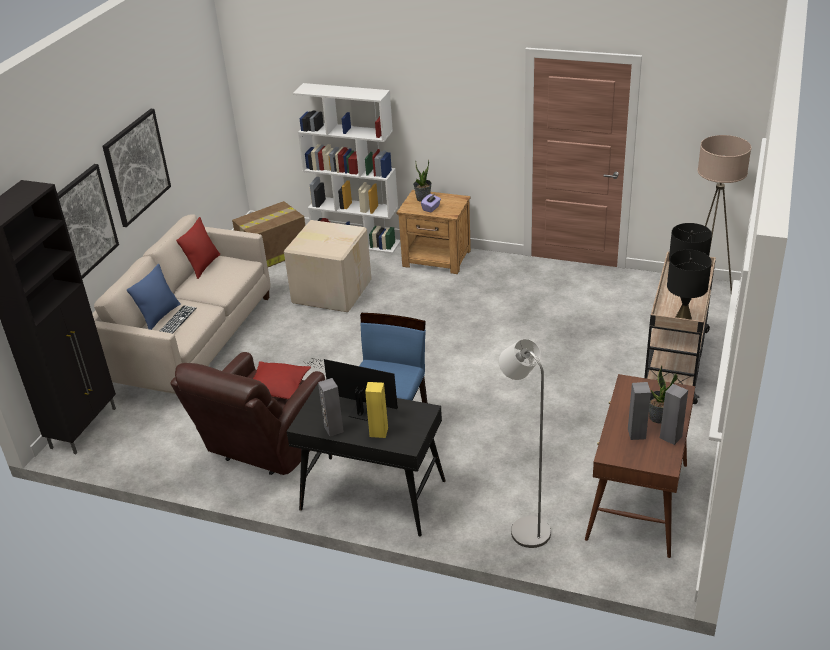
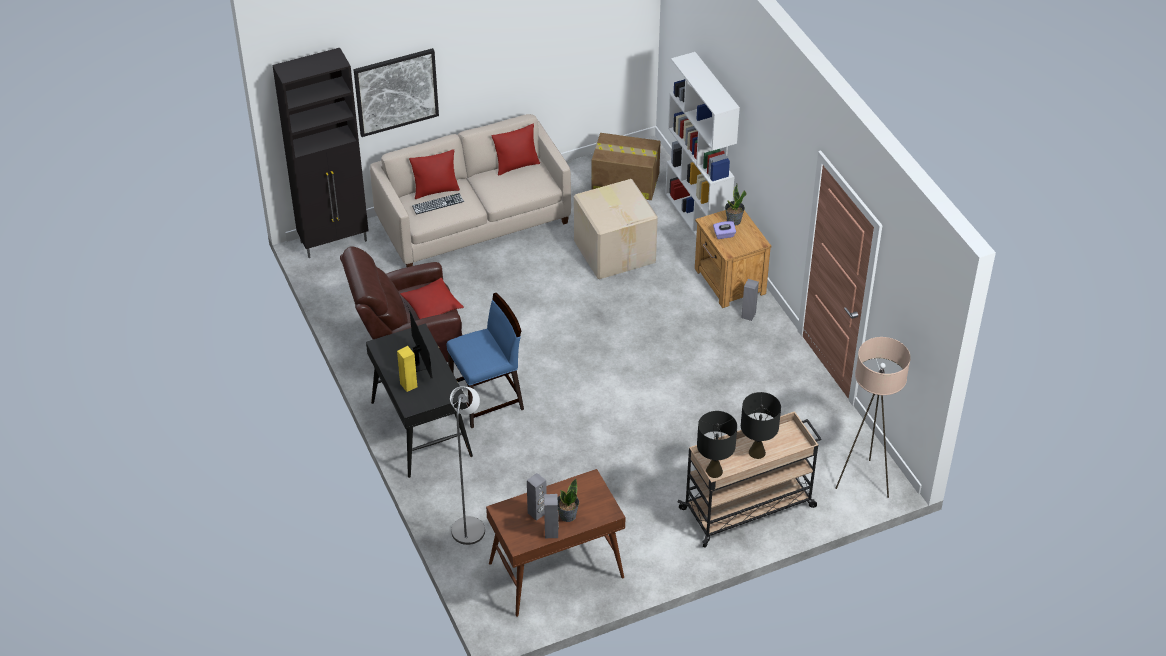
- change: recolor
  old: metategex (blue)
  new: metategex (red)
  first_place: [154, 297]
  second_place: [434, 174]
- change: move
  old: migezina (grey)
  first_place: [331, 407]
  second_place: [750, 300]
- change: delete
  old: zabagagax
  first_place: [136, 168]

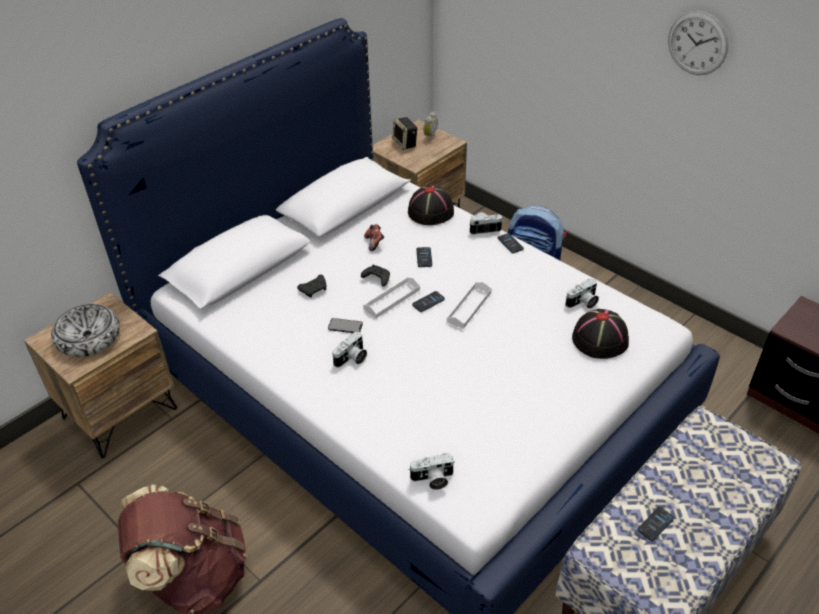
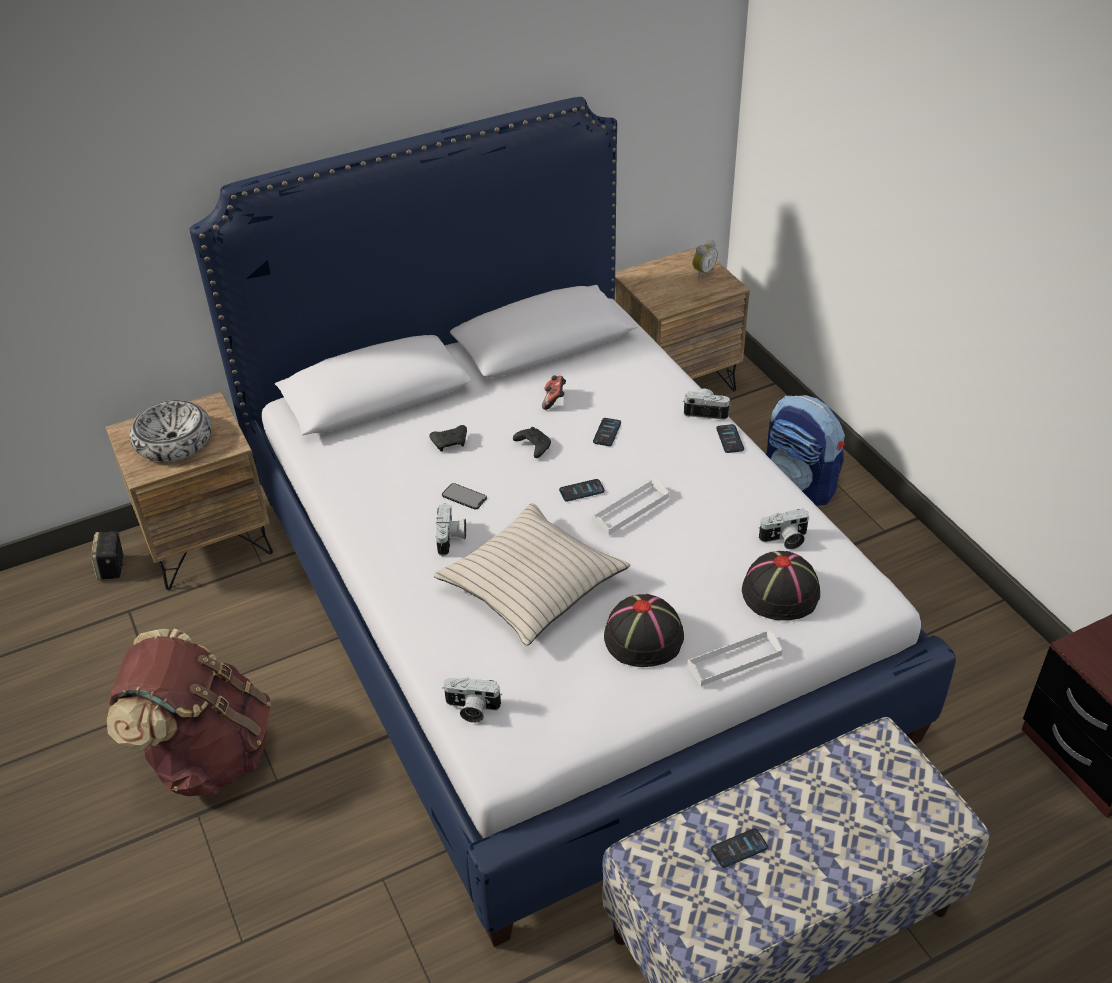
- change: move
  old: migezina
  first_place: [405, 133]
  second_place: [109, 555]
- change: insert
  new: metategex (beige)
  second_place: [531, 574]
- change: rotate
  old: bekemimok
  first_place: [349, 349]
  second_place: [451, 529]
  degrees: -60
- change: move
  old: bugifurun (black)
  first_place: [431, 205]
  second_place: [644, 630]
- change: move
  old: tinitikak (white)
  first_place: [391, 297]
  second_place: [735, 658]
- change: delete
  old: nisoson
  first_place: [698, 43]

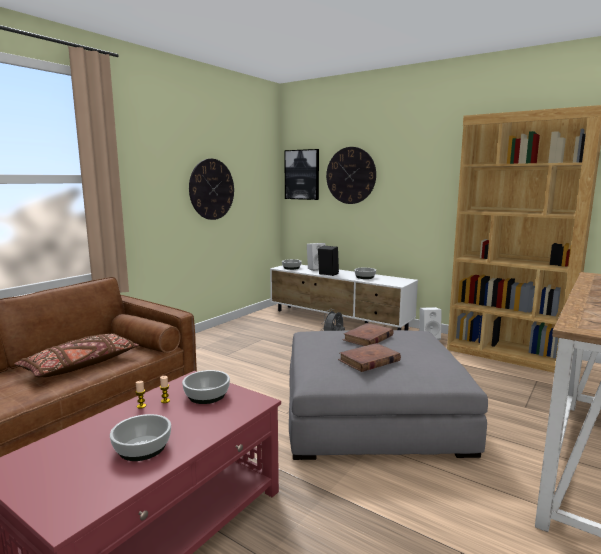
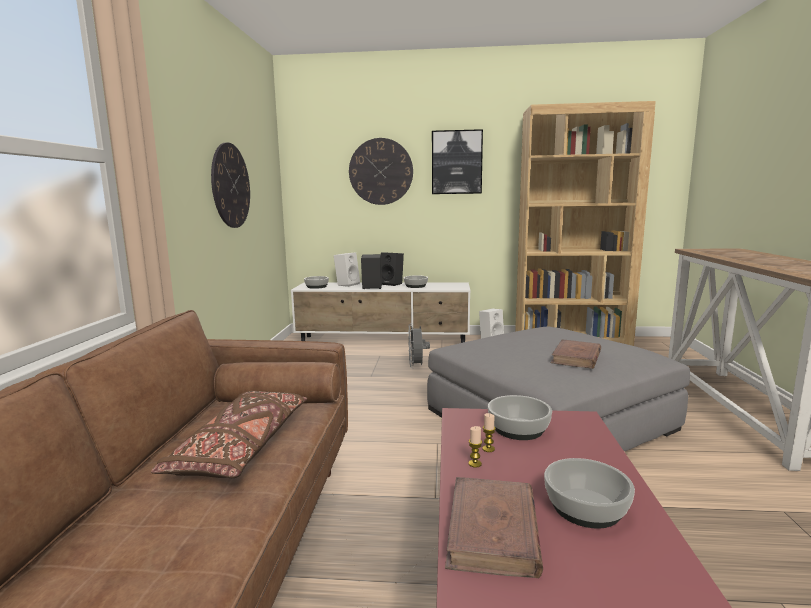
- change: insert
  new: migezina (black)
  second_place: [392, 269]
- change: move
  old: zabagagax
  first_place: [301, 174]
  second_place: [457, 161]
- change: move
  old: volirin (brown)
  first_place: [368, 334]
  second_place: [494, 527]

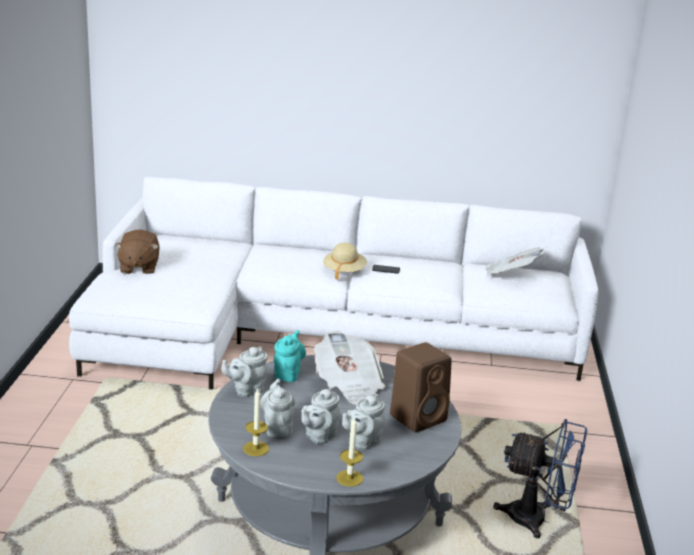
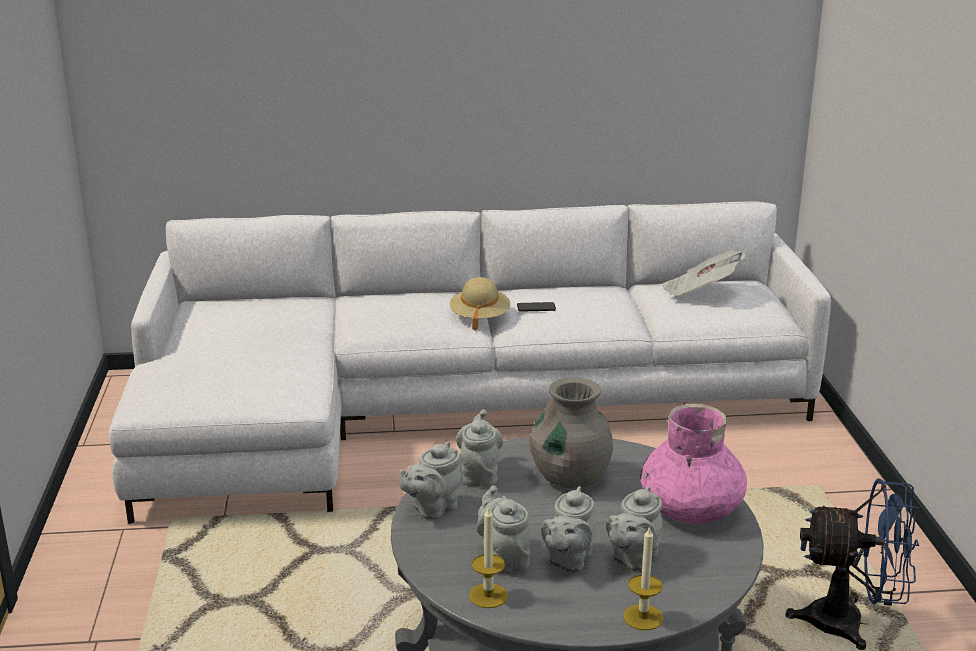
- change: recolor
  old: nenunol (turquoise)
  new: nenunol (grey)
  first_place: [290, 356]
  second_place: [479, 448]
- change: replace
  old: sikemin
  new: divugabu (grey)
  first_place: [349, 368]
  second_place: [571, 432]
- change: replace
  old: migezina (brown)
  new: divugabu (pink)
  first_place: [421, 387]
  second_place: [693, 464]
- change: delete
  old: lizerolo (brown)
  first_place: [137, 251]

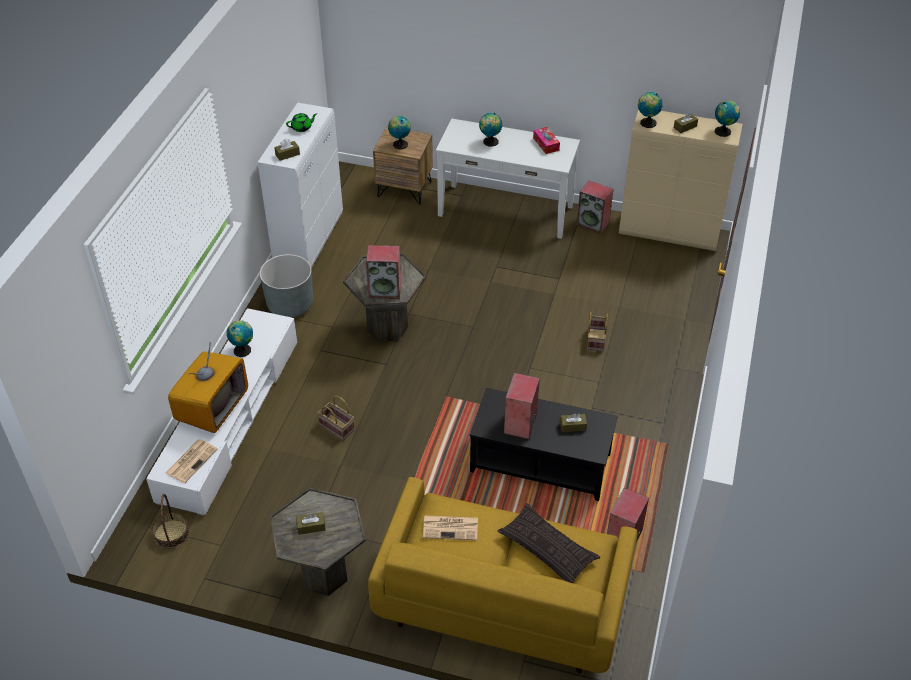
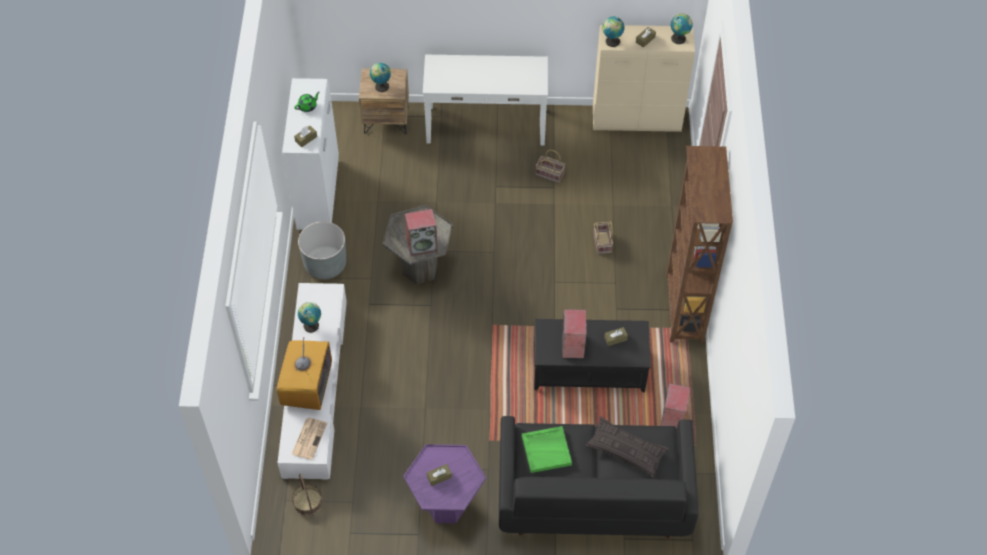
- change: recolor
  old: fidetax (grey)
  new: fidetax (purple)
  first_place: [318, 542]
  second_place: [444, 484]
- change: recolor
  old: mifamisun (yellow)
  new: mifamisun (black)
  first_place: [503, 575]
  second_place: [598, 477]
- change: replace
  old: sikemin
  new: tinitikak (green)
  first_place: [450, 527]
  second_place: [547, 449]
- change: move
  old: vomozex
  first_place: [336, 418]
  second_place: [550, 166]
- change: insert
  new: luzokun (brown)
  second_place: [699, 244]
- change: delete
  old: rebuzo
  first_place: [490, 130]
- change: delete
  old: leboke
  first_place: [546, 140]
- change: delete
  old: migezina
  first_place: [595, 207]

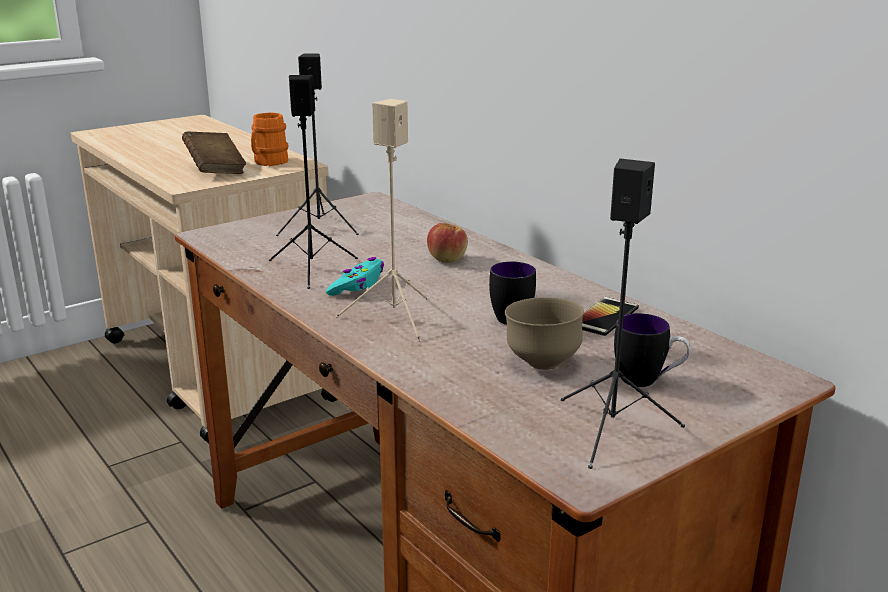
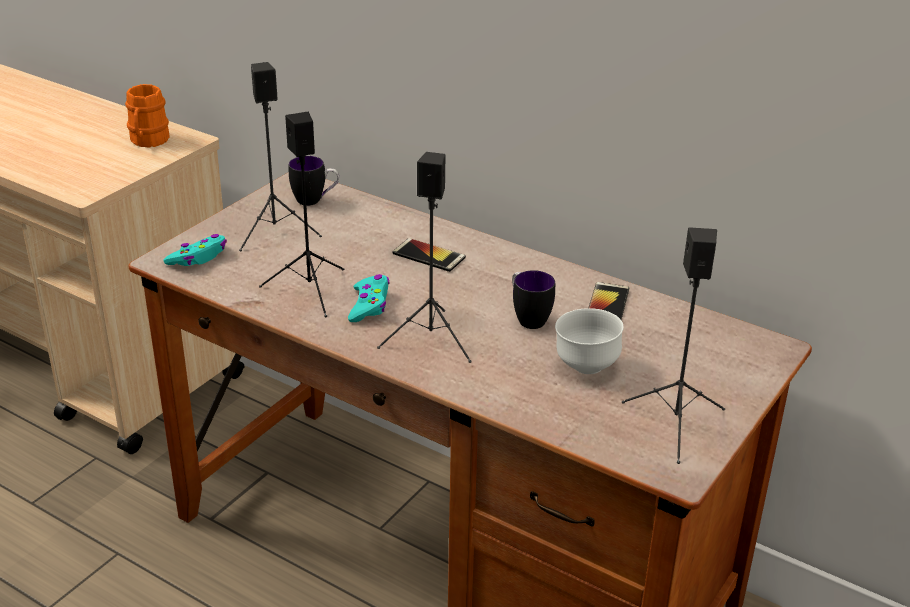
- change: insert
  new: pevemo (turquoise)
  second_place: [195, 250]
- change: move
  old: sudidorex
  first_place: [652, 350]
  second_place: [314, 181]
- change: recolor
  old: migezina (beige)
  new: migezina (black)
  first_place: [381, 220]
  second_place: [424, 257]
- change: replace
  old: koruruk
  new: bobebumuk
  first_place: [447, 243]
  second_place: [429, 255]
- change: recolor
  old: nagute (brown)
  new: nagute (white)
  first_place: [544, 333]
  second_place: [589, 341]
- change: delete
  old: volirin (brown)
  first_place: [214, 152]

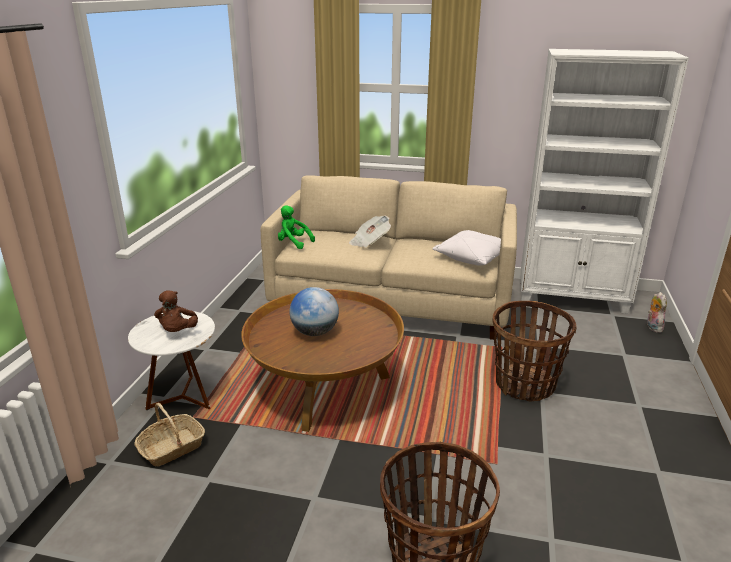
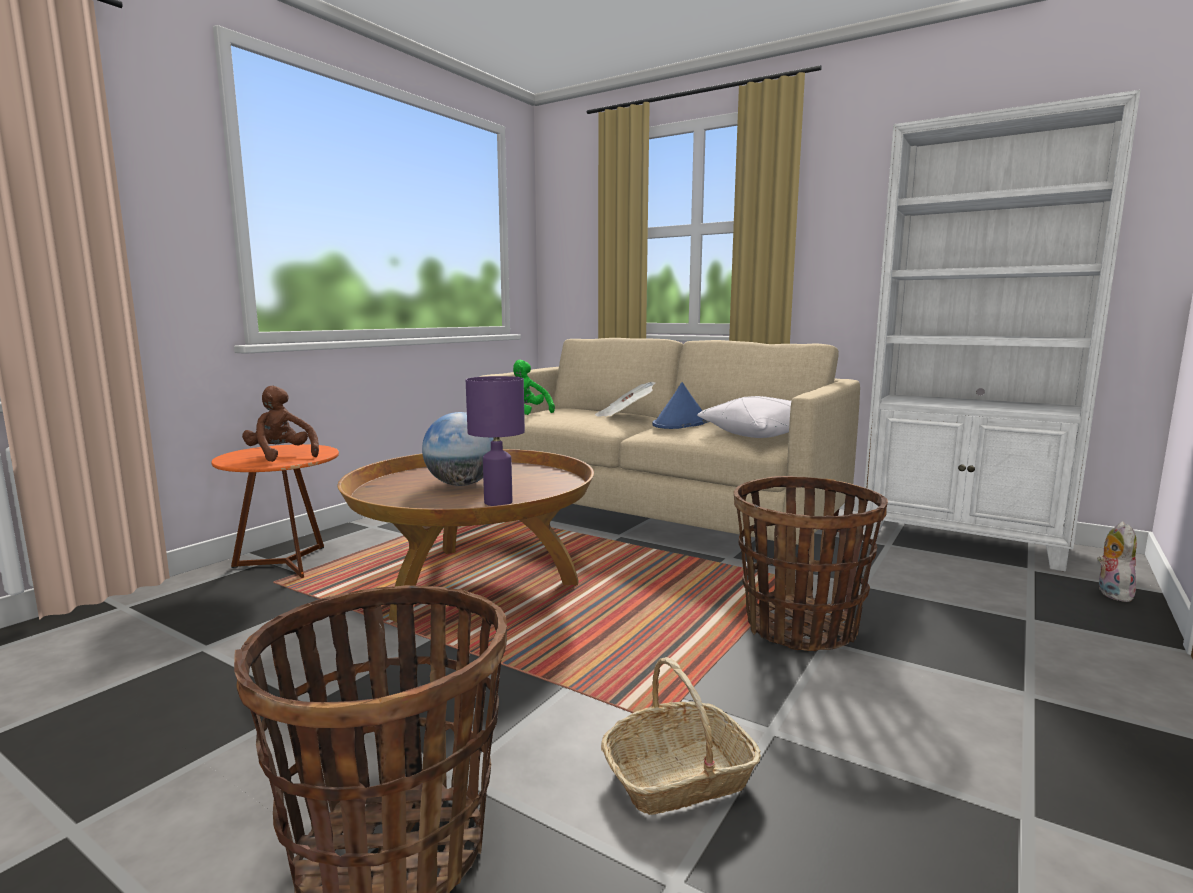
- change: recolor
  old: fidetax (white)
  new: fidetax (orange)
  first_place: [171, 360]
  second_place: [275, 511]
- change: rotate
  old: lizerolo (brown)
  first_place: [176, 311]
  second_place: [280, 424]
  degrees: 120
- change: insert
  new: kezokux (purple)
  second_place: [495, 441]
- change: move
  old: vomozex
  first_place: [170, 434]
  second_place: [681, 736]
- change: insert
  new: bugifurun (blue)
  second_place: [680, 405]

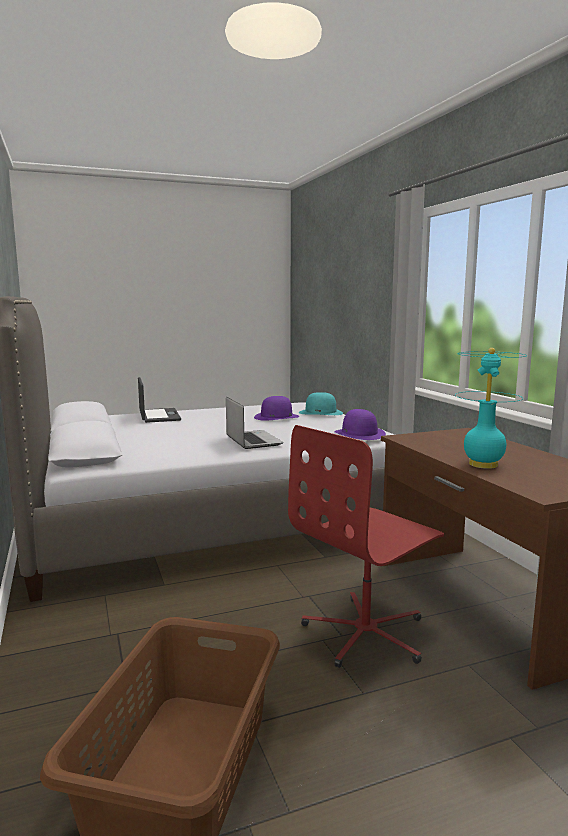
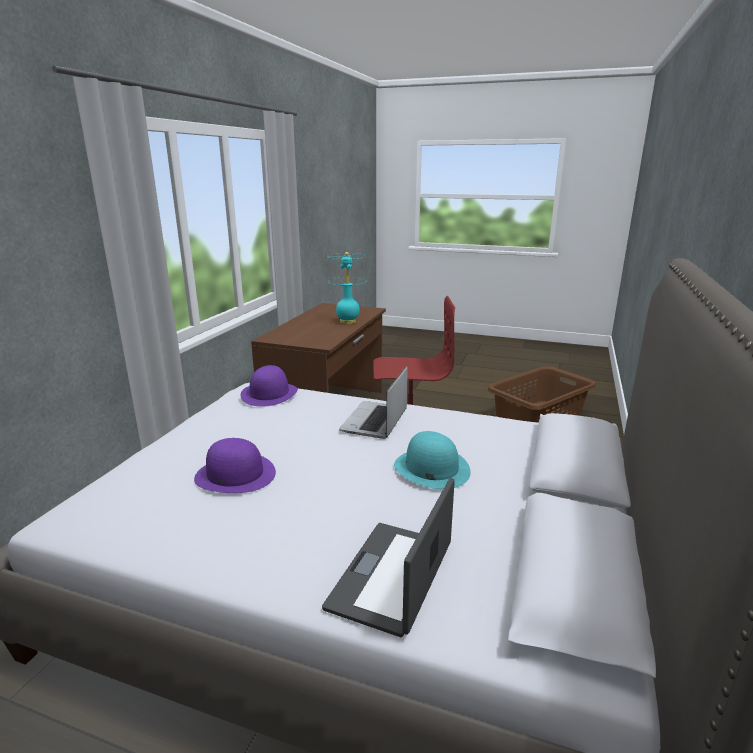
- change: move
  old: bugifurun (turquoise)
  first_place: [321, 403]
  second_place: [432, 460]

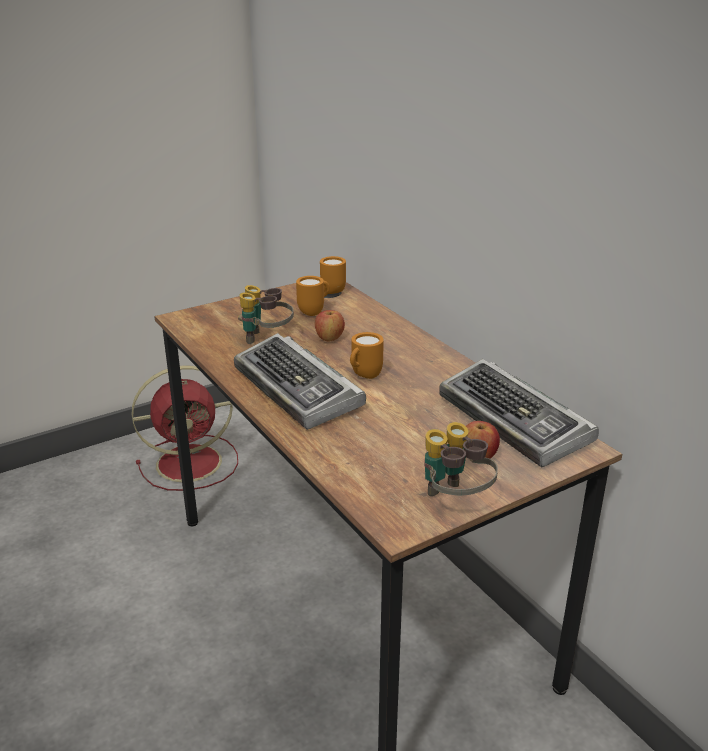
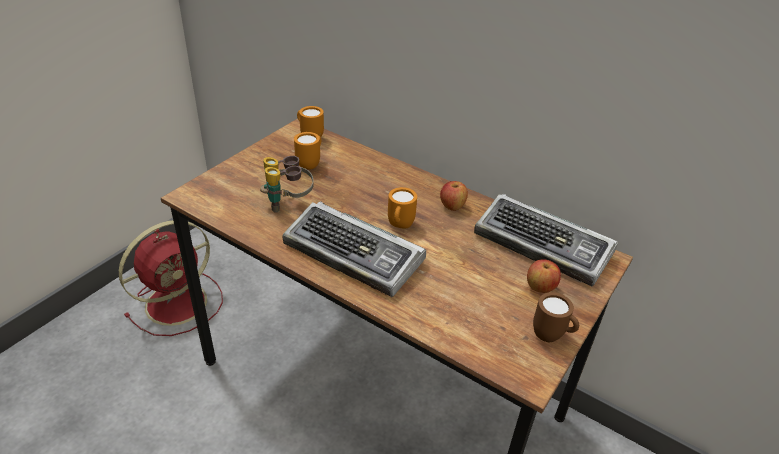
- change: move
  old: koruruk
  first_place: [330, 326]
  second_place: [454, 196]
- change: replace
  old: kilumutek
  new: sudidorex (brown)
  first_place: [461, 459]
  second_place: [556, 317]

